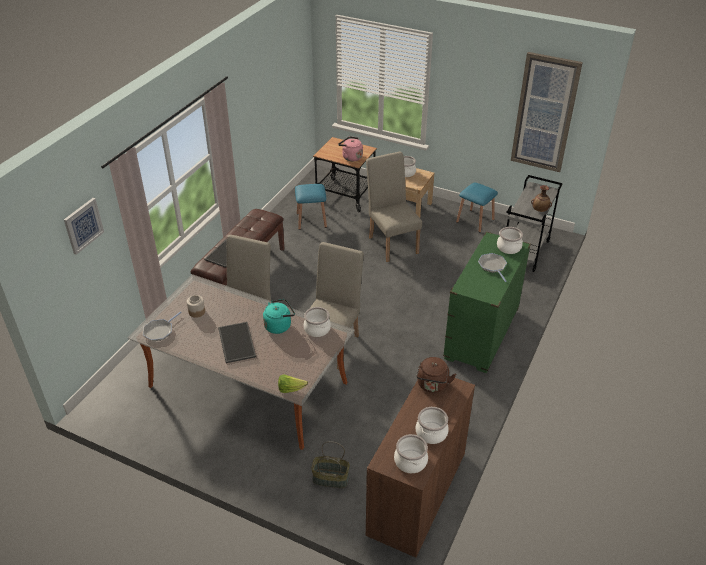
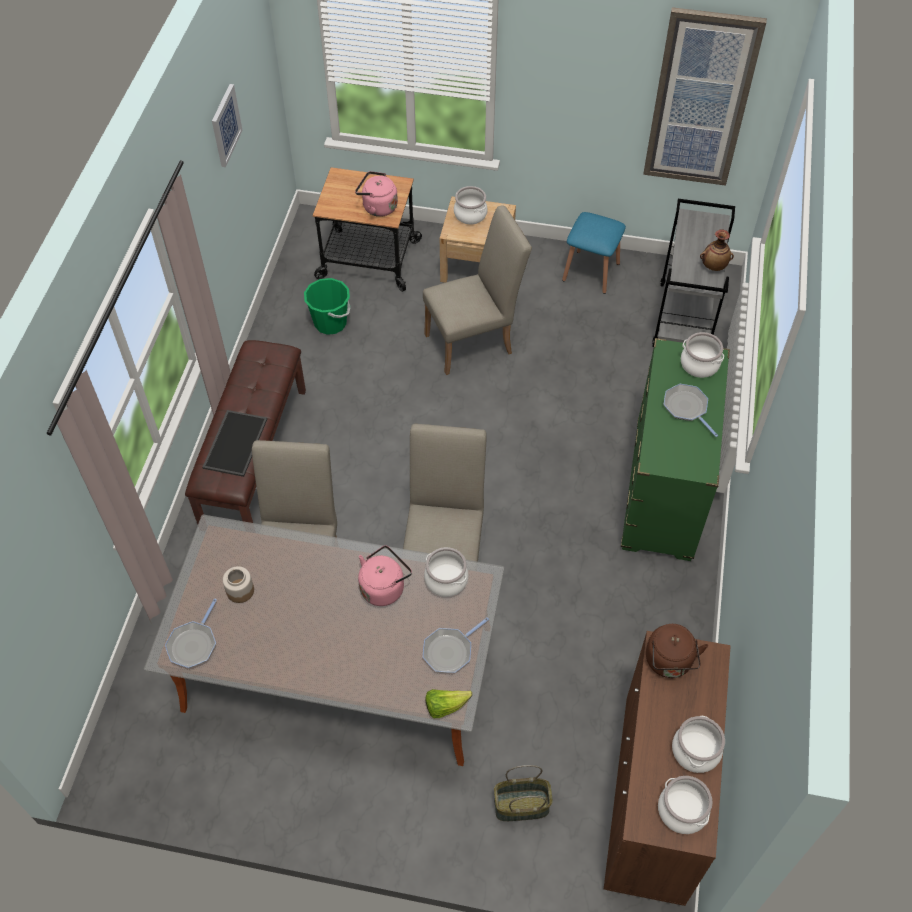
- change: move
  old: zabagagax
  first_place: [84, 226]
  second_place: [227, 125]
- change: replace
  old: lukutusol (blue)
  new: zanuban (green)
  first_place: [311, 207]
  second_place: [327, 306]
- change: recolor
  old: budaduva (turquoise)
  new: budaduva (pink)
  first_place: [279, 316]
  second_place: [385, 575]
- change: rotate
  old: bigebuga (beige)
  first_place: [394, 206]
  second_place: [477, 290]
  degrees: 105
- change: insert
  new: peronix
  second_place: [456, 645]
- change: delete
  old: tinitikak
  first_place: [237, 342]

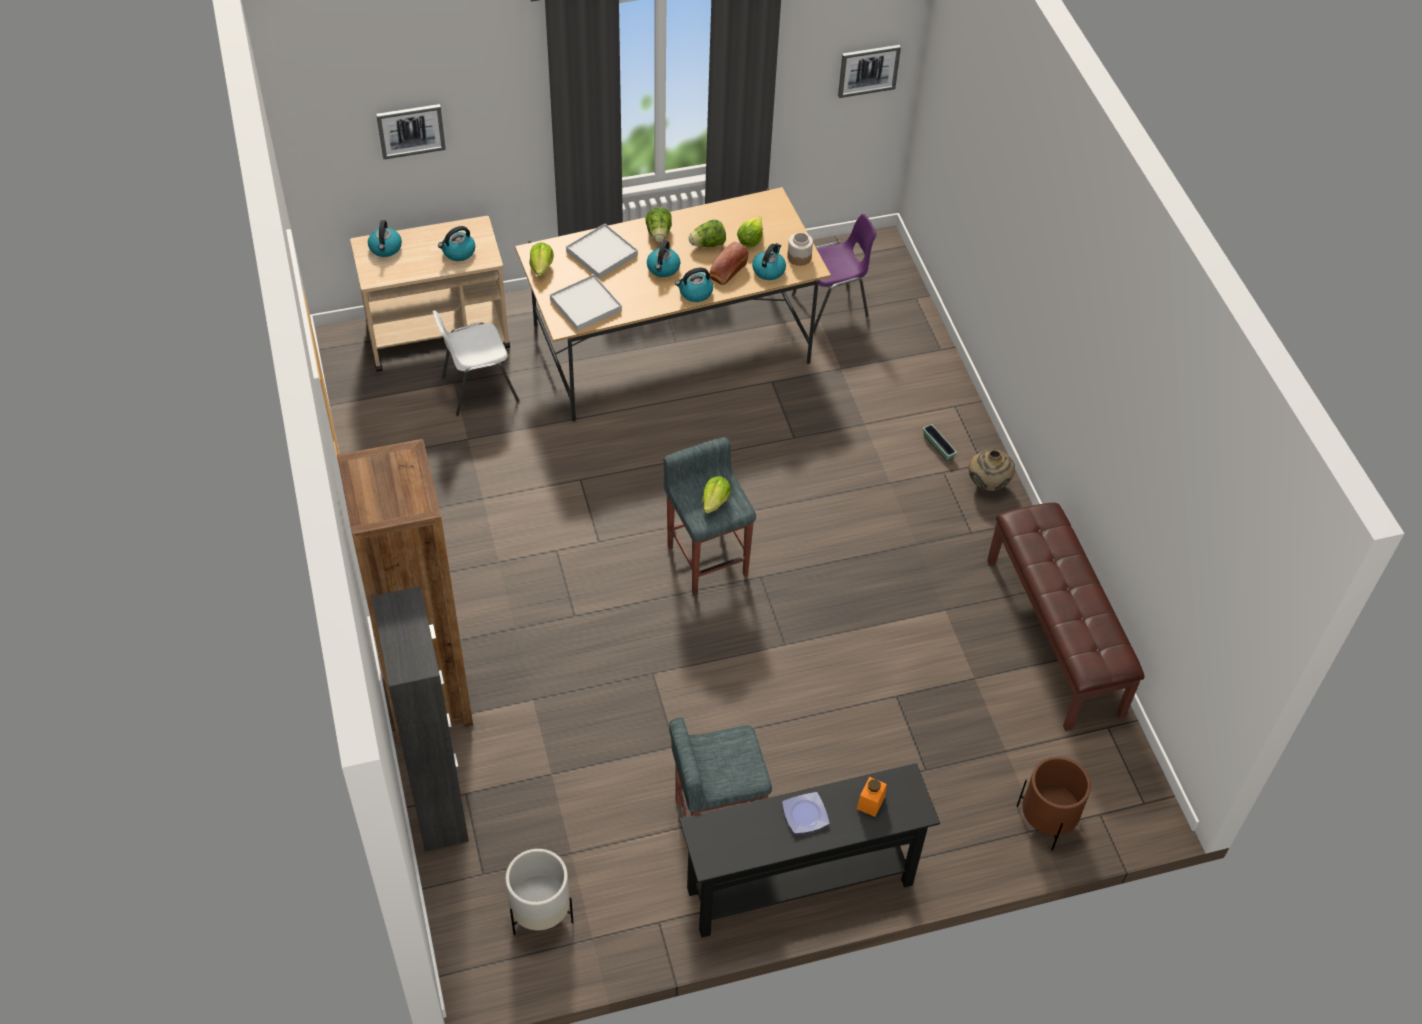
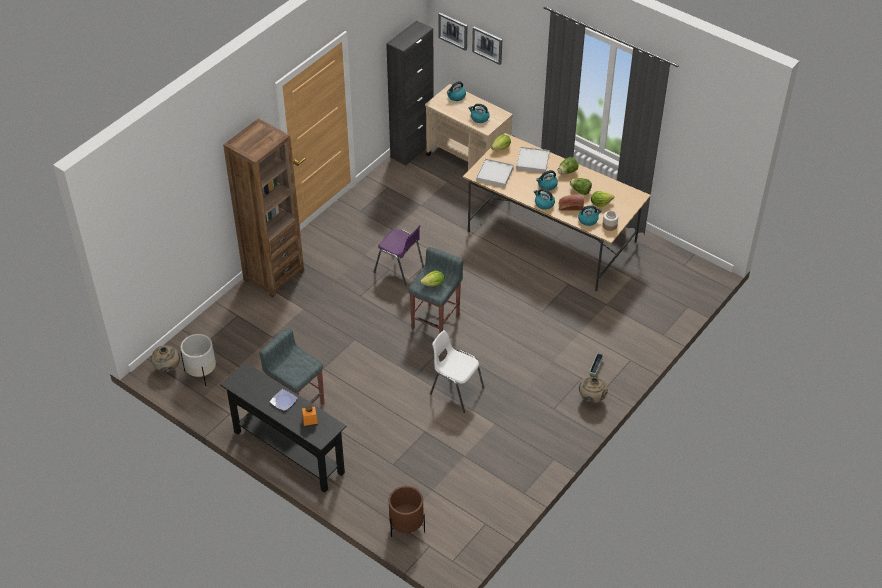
- change: insert
  new: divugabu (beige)
  second_place: [165, 359]
- change: move
  old: bigebuga (purple)
  first_place: [834, 273]
  second_place: [399, 256]
- change: move
  old: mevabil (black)
  first_place: [420, 718]
  second_place: [410, 93]
- change: move
  old: bigebuga (white)
  first_place: [476, 363]
  second_place: [457, 371]
- change: move
  old: zabagagax
  first_place: [869, 71]
  second_place: [452, 32]
- change: delete
  old: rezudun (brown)
  first_place: [1065, 617]

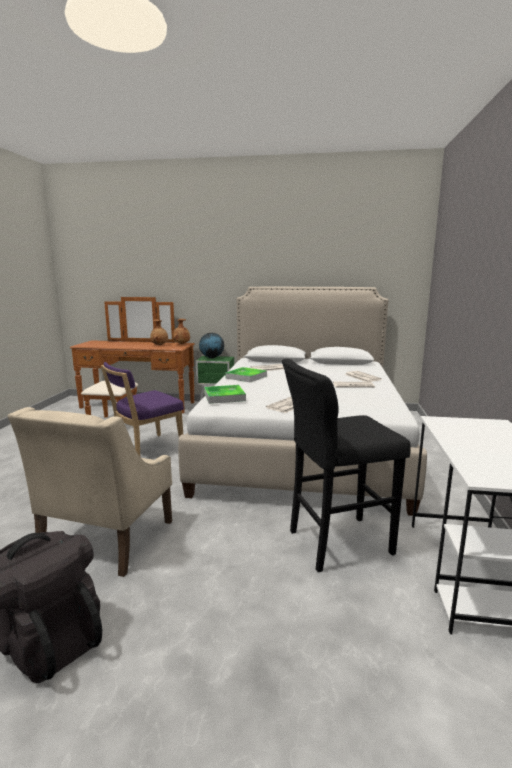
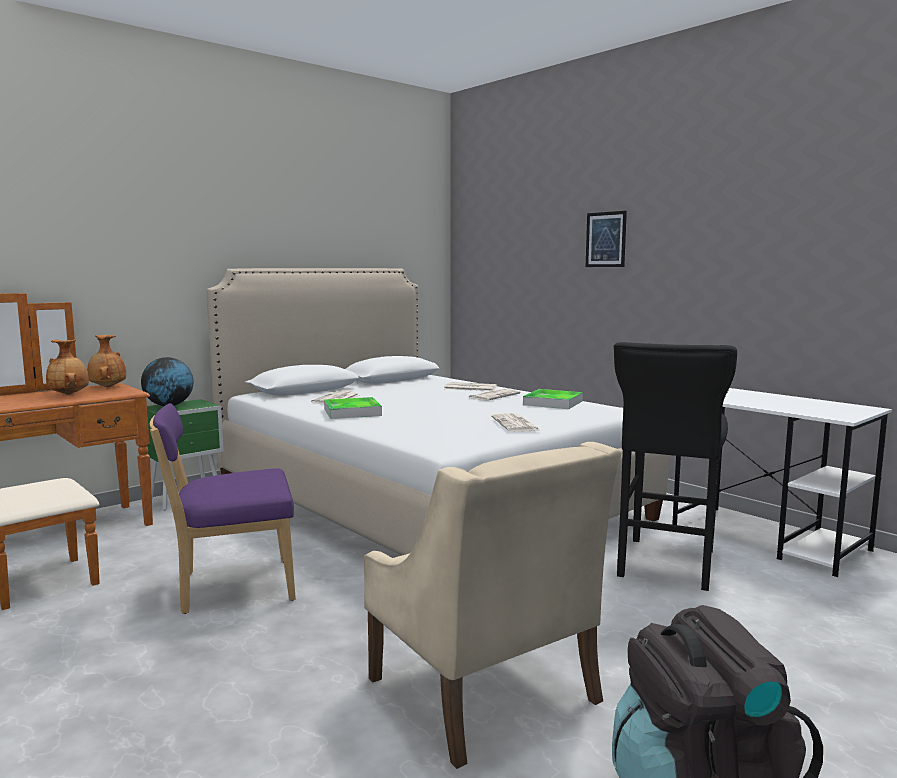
- change: rotate
  old: bigebuga (purple)
  first_place: [142, 409]
  second_place: [223, 508]
  degrees: 75
- change: move
  old: tinitikak
  first_place: [225, 394]
  second_place: [553, 399]
- change: insert
  new: zabagagax
  second_place: [606, 239]

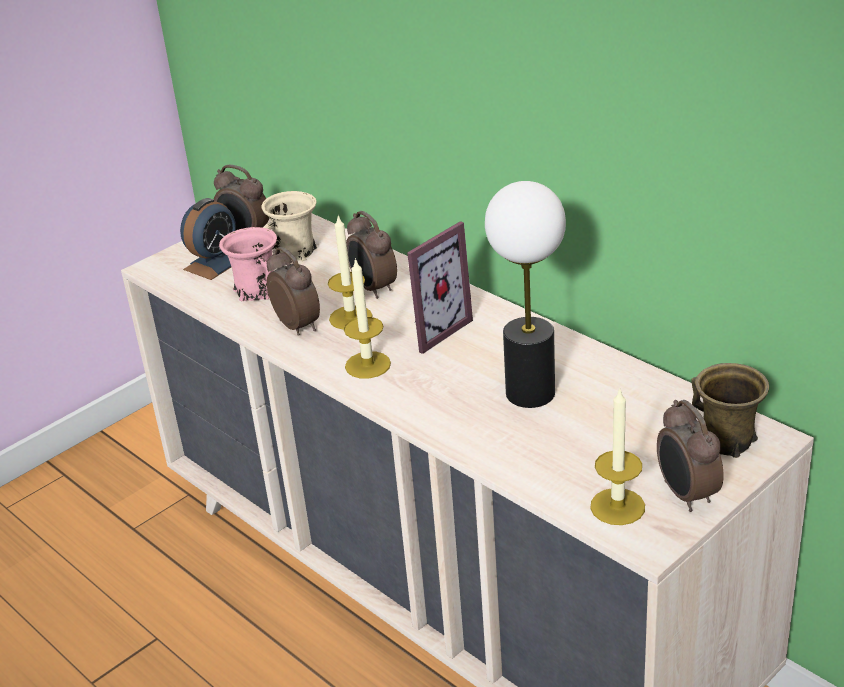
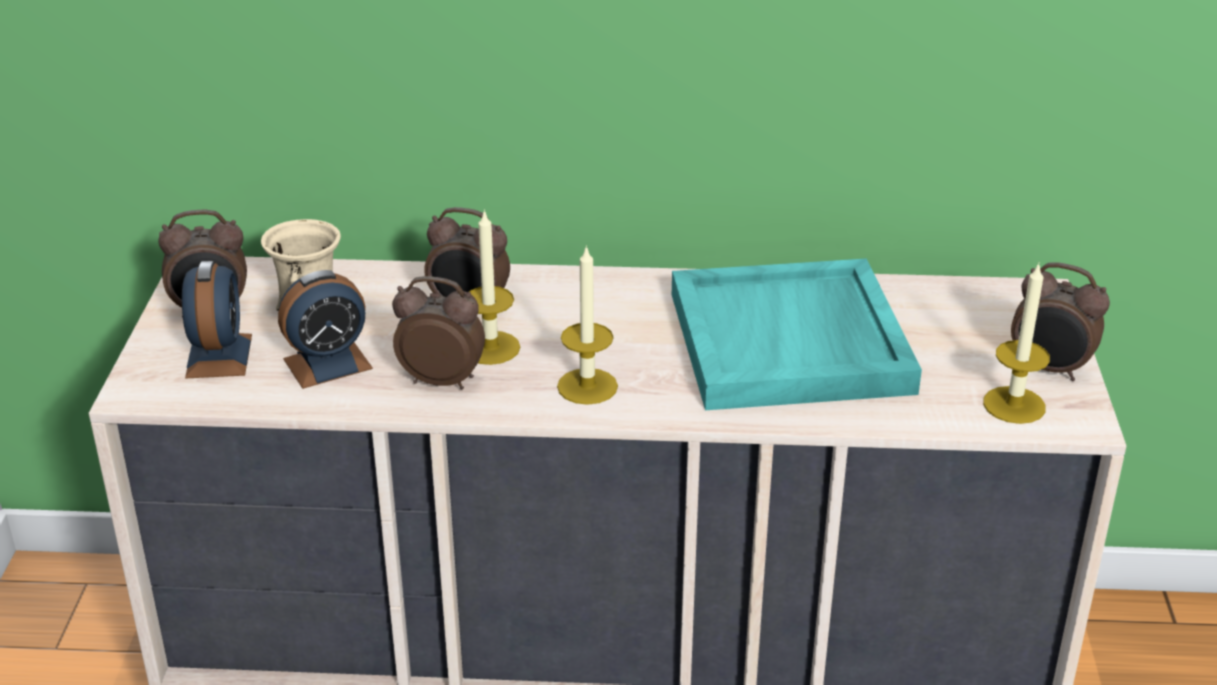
- change: replace
  old: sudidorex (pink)
  new: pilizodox
  first_place: [248, 264]
  second_place: [325, 329]
- change: replace
  old: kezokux
  new: tinitikak (turquoise)
  first_place: [525, 294]
  second_place: [797, 334]
- change: delete
  old: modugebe
  first_place: [440, 287]
- change: delete
  old: sudidorex (brown)
  first_place: [730, 410]

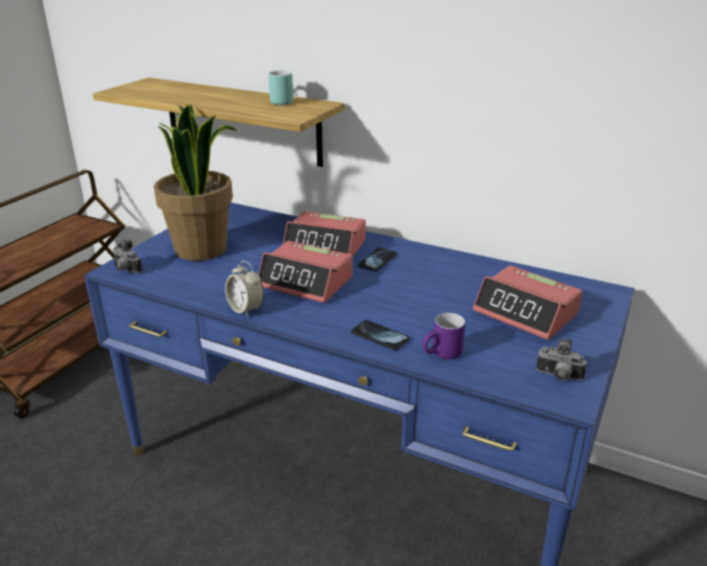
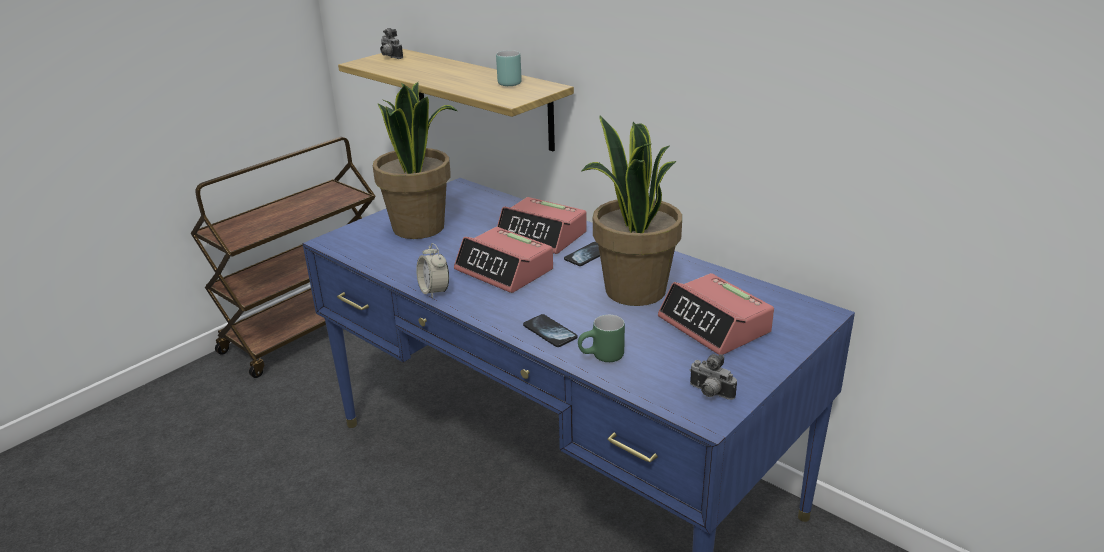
- change: move
  old: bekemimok
  first_place: [127, 256]
  second_place: [391, 43]
- change: recolor
  old: sudidorex (purple)
  new: sudidorex (green)
  first_place: [443, 336]
  second_place: [601, 338]
- change: insert
  new: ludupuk
  second_place: [632, 210]

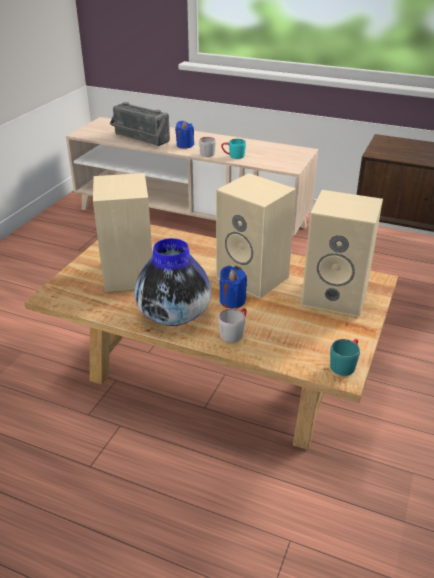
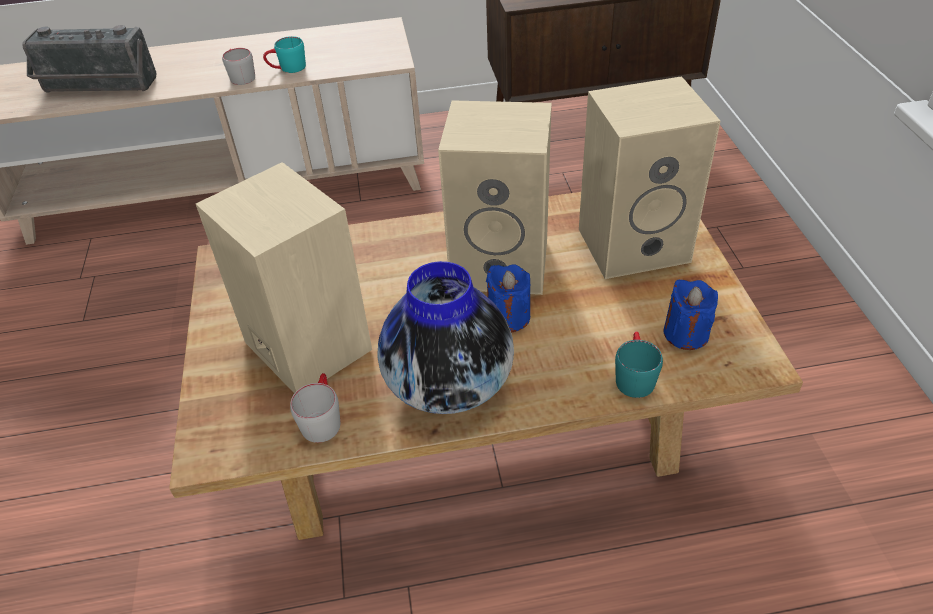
- change: move
  old: sudidorex (grey)
  first_place: [232, 325]
  second_place: [315, 408]
- change: move
  old: sudidorex (turquoise)
  first_place: [345, 357]
  second_place: [639, 364]
- change: move
  old: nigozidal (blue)
  first_place: [184, 135]
  second_place: [690, 314]

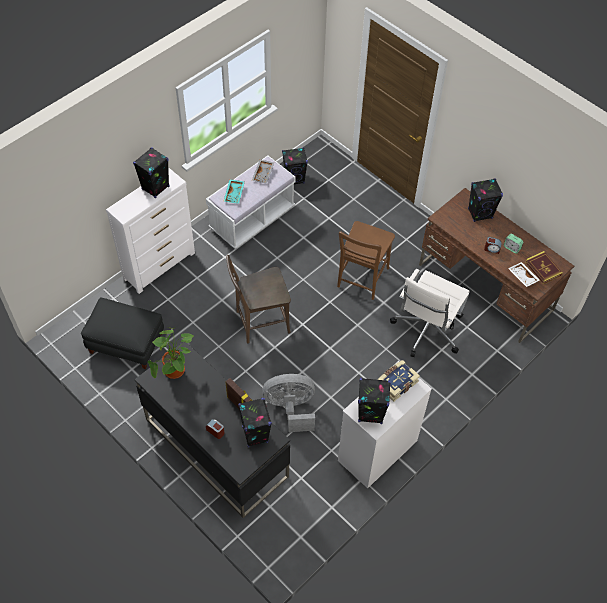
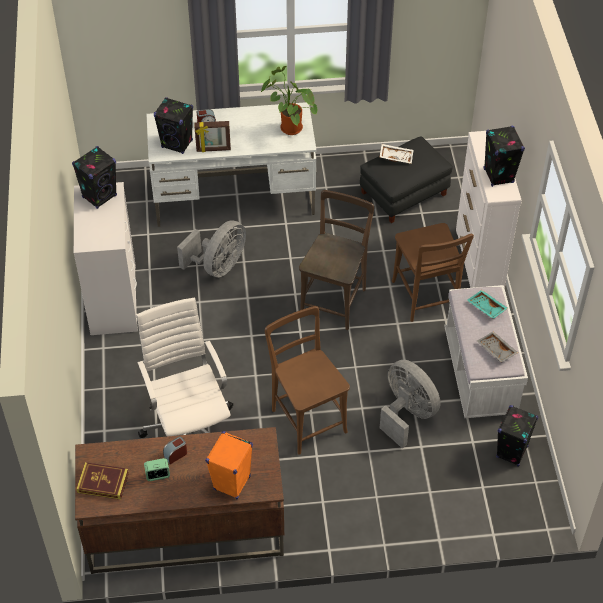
- change: recolor
  old: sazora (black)
  new: sazora (white)
  first_place: [212, 430]
  second_place: [231, 164]
- change: recolor
  old: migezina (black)
  new: migezina (orange)
  first_place: [485, 200]
  second_place: [229, 465]
- change: move
  old: tinitikak (white)
  first_place: [524, 274]
  second_place: [397, 154]
- change: insert
  new: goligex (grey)
  second_place: [410, 404]
- change: insert
  new: bigebuga (brown)
  second_place: [433, 272]
- change: delete
  old: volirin
  first_place: [398, 381]

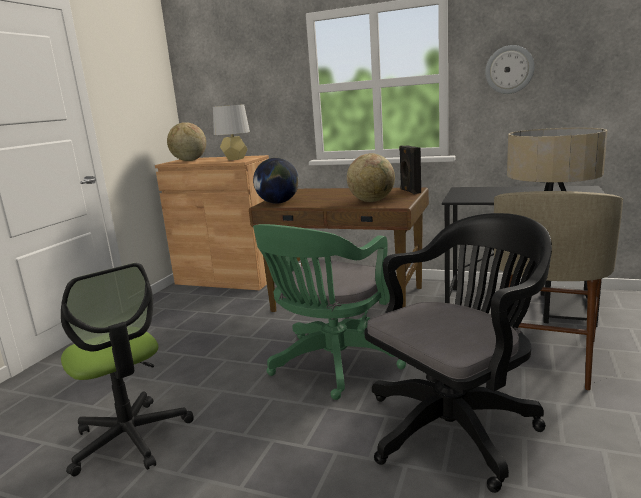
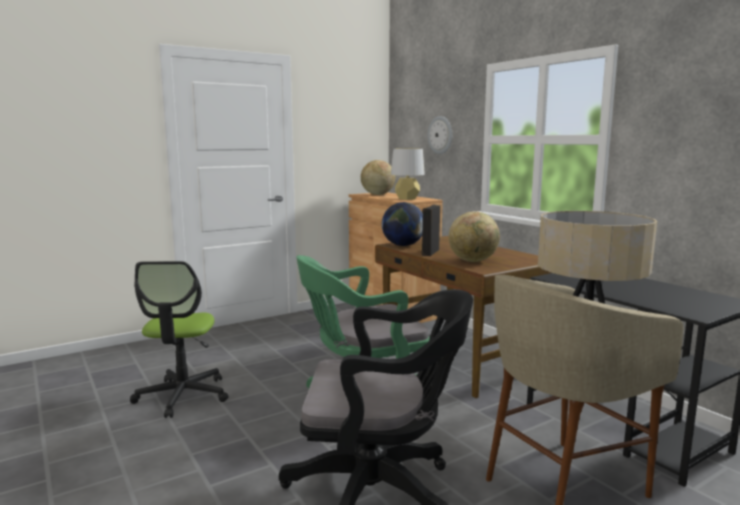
- change: move
  old: migezina (black)
  first_place: [410, 170]
  second_place: [430, 230]
- change: move
  old: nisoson
  first_place: [510, 69]
  second_place: [440, 135]

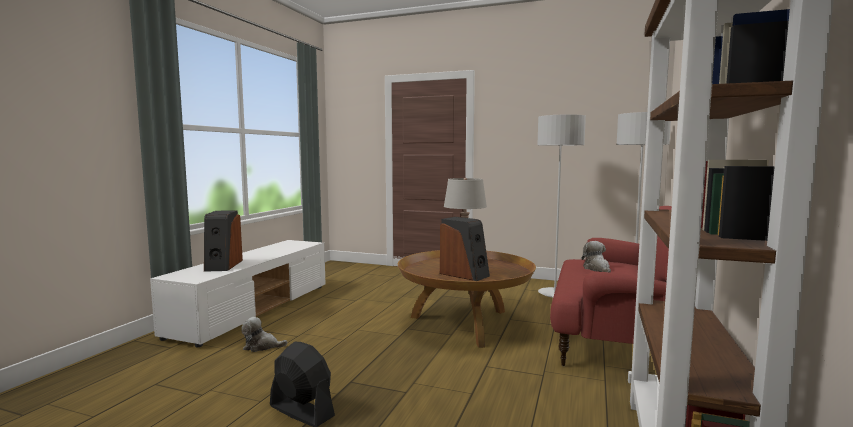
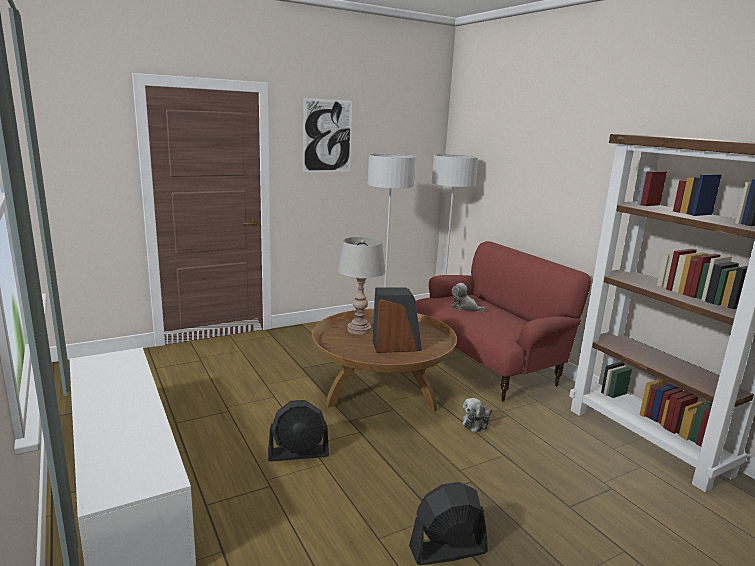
- change: insert
  new: goligex (black)
  second_place: [298, 430]
- change: insert
  new: zabagagax
  second_place: [327, 135]
- change: move
  old: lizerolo
  first_place: [265, 334]
  second_place: [477, 415]
- change: delete
  old: migezina
  first_place: [223, 241]

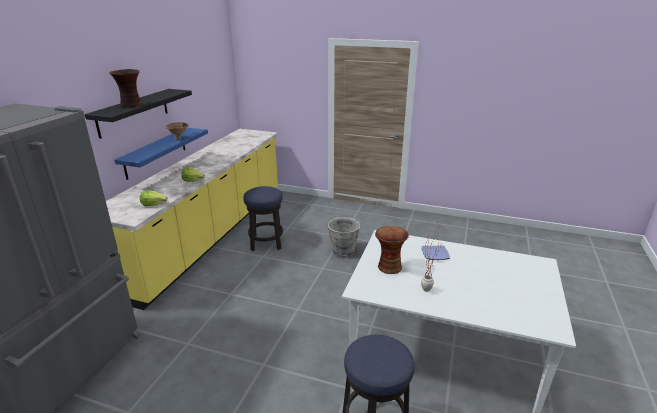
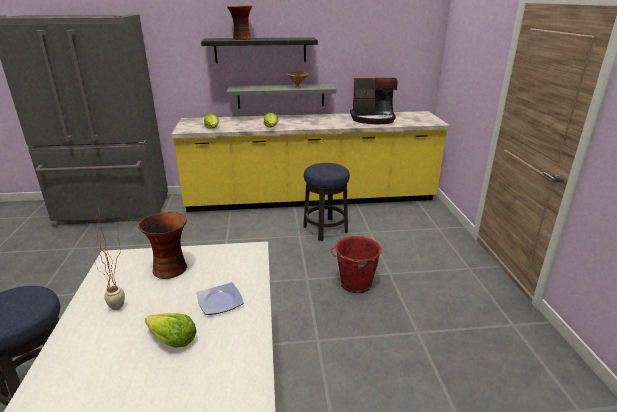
- change: insert
  new: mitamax
  second_place: [170, 330]
- change: recolor
  old: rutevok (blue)
  new: rutevok (grey)
  first_place: [161, 154]
  second_place: [281, 96]
- change: recolor
  old: zanuban (grey)
  new: zanuban (red)
  first_place: [343, 237]
  second_place: [355, 264]
- change: insert
  new: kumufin
  second_place: [373, 101]

